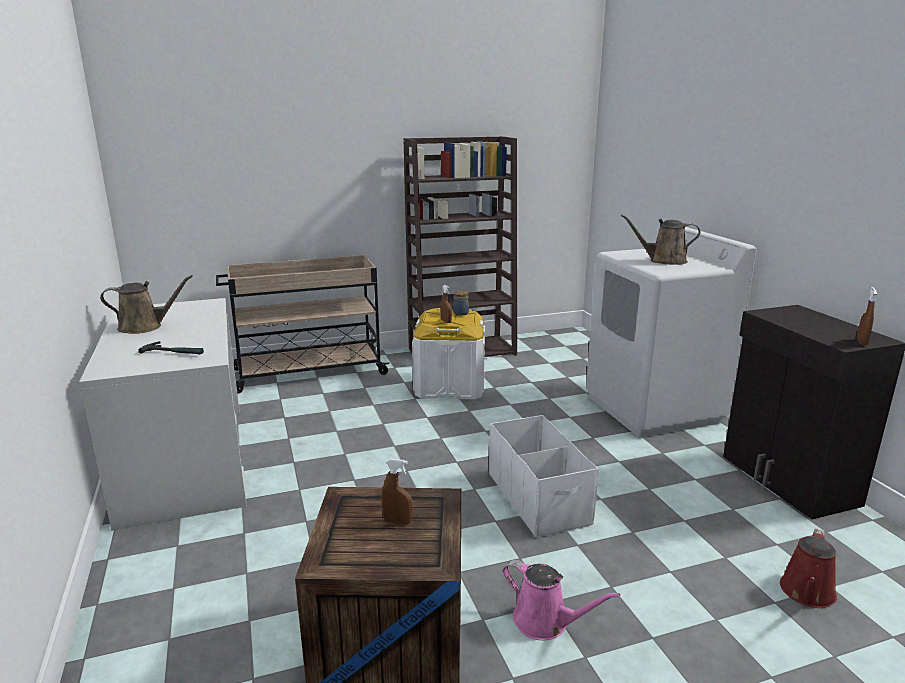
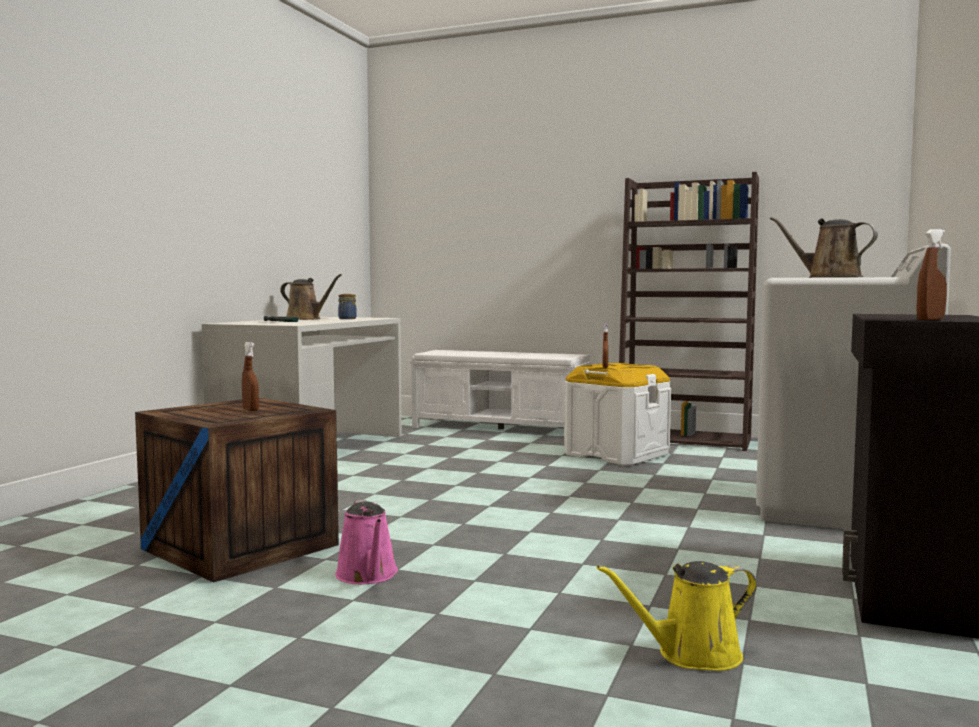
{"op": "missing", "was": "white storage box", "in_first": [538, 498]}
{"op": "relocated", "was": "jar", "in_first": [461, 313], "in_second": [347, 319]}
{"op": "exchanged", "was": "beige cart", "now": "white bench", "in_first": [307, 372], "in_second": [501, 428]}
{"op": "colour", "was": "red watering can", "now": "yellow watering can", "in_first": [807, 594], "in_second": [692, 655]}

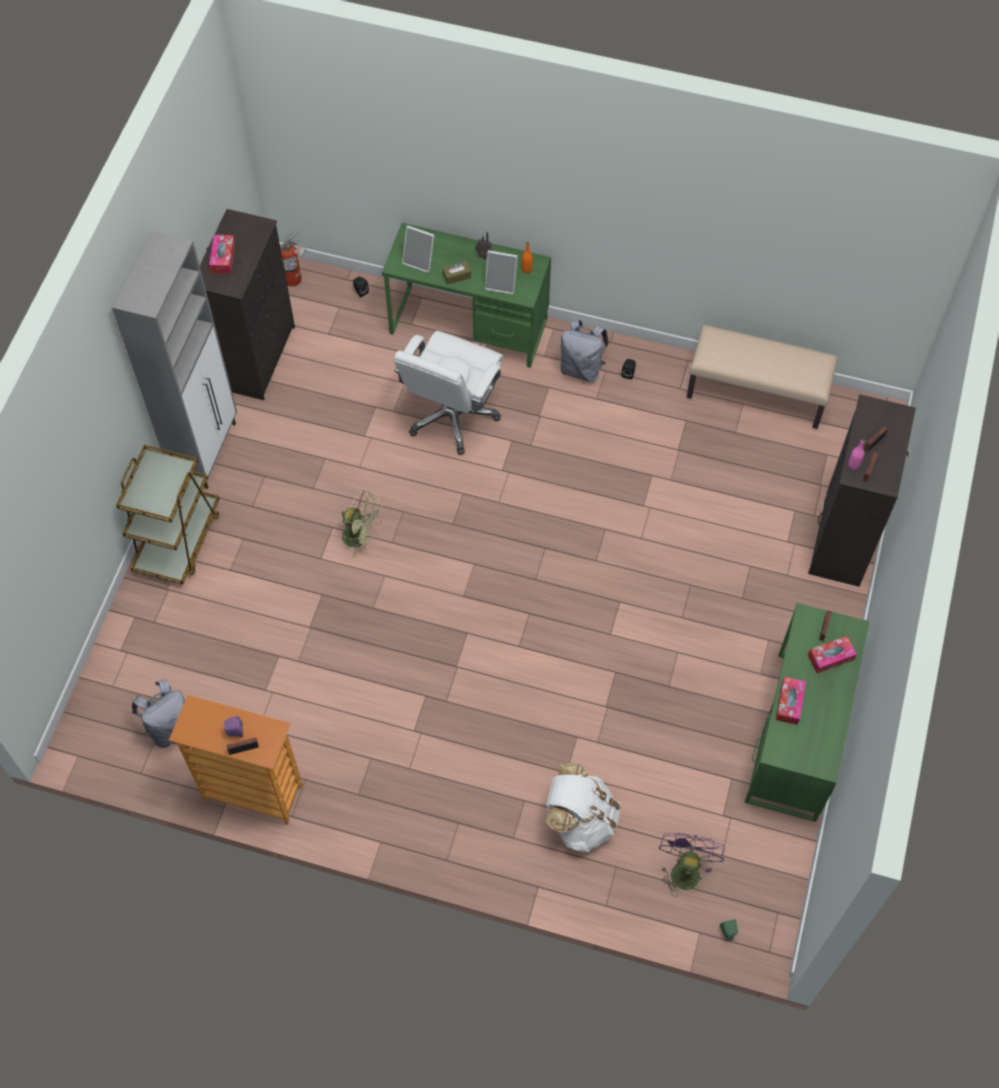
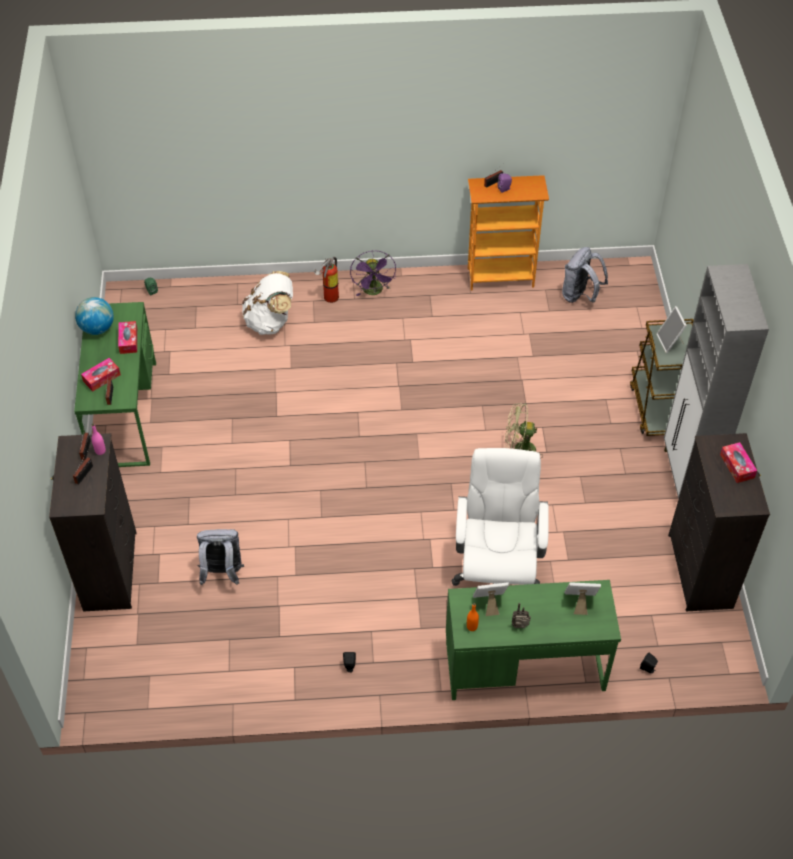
{"op": "missing", "was": "brown tissue box", "in_first": [457, 276]}
{"op": "missing", "was": "beige bench", "in_first": [757, 393]}
{"op": "appeared", "now": "globe", "in_second": [97, 328]}
{"op": "appeared", "now": "picture frame", "in_second": [670, 342]}
{"op": "relocated", "was": "fire extinguisher", "in_first": [295, 279], "in_second": [329, 298]}
{"op": "relocated", "was": "grey backpack", "in_first": [582, 368], "in_second": [222, 573]}
{"op": "relocated", "was": "purple fan", "in_first": [684, 868], "in_second": [374, 291]}

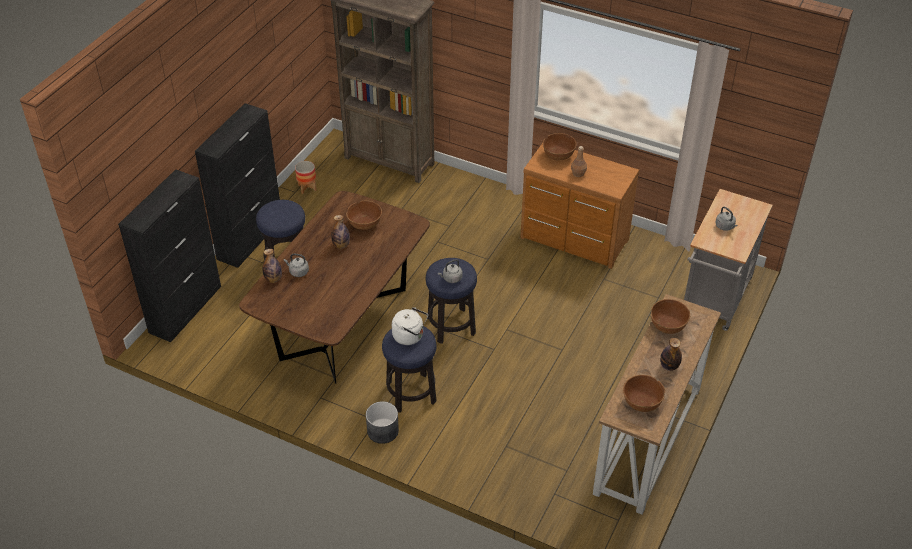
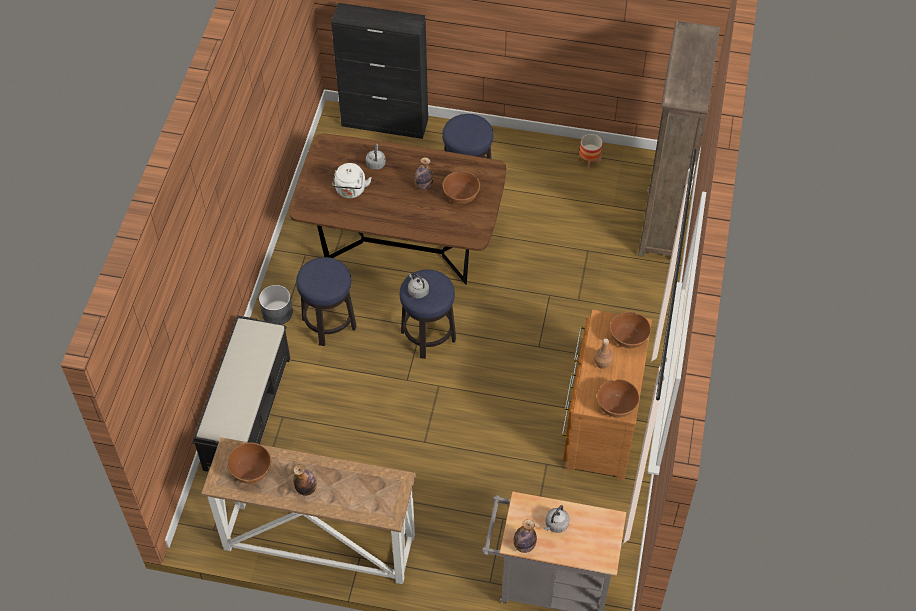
{"op": "missing", "was": "black cabinet", "in_first": [250, 238]}
{"op": "appeared", "now": "black bench", "in_second": [248, 412]}
{"op": "relocated", "was": "bottle", "in_first": [273, 279], "in_second": [524, 546]}
{"op": "relocated", "was": "white kettle", "in_first": [410, 336], "in_second": [350, 191]}
{"op": "relocated", "was": "brown bowl", "in_first": [668, 325], "in_second": [616, 406]}

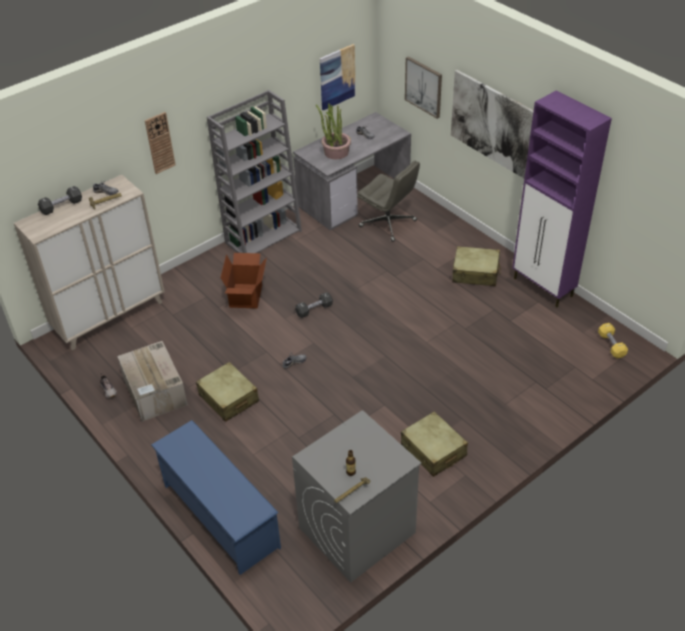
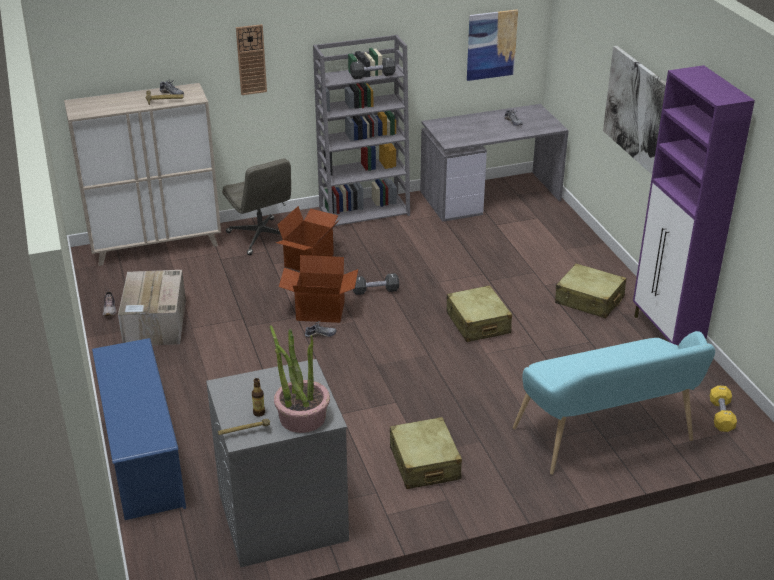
{"op": "missing", "was": "picture", "in_first": [424, 87]}
{"op": "appeared", "now": "cardboard box", "in_second": [320, 311]}
{"op": "appeared", "now": "turquoise bench", "in_second": [608, 439]}
{"op": "relocated", "was": "black dumbbell", "in_first": [61, 206], "in_second": [372, 76]}
{"op": "relocated", "was": "beige suitcase", "in_first": [228, 398], "in_second": [478, 323]}
{"op": "relocated", "was": "potted plant", "in_first": [336, 152], "in_second": [302, 417]}
{"op": "relocated", "was": "grey office chair", "in_first": [388, 224], "in_second": [261, 237]}

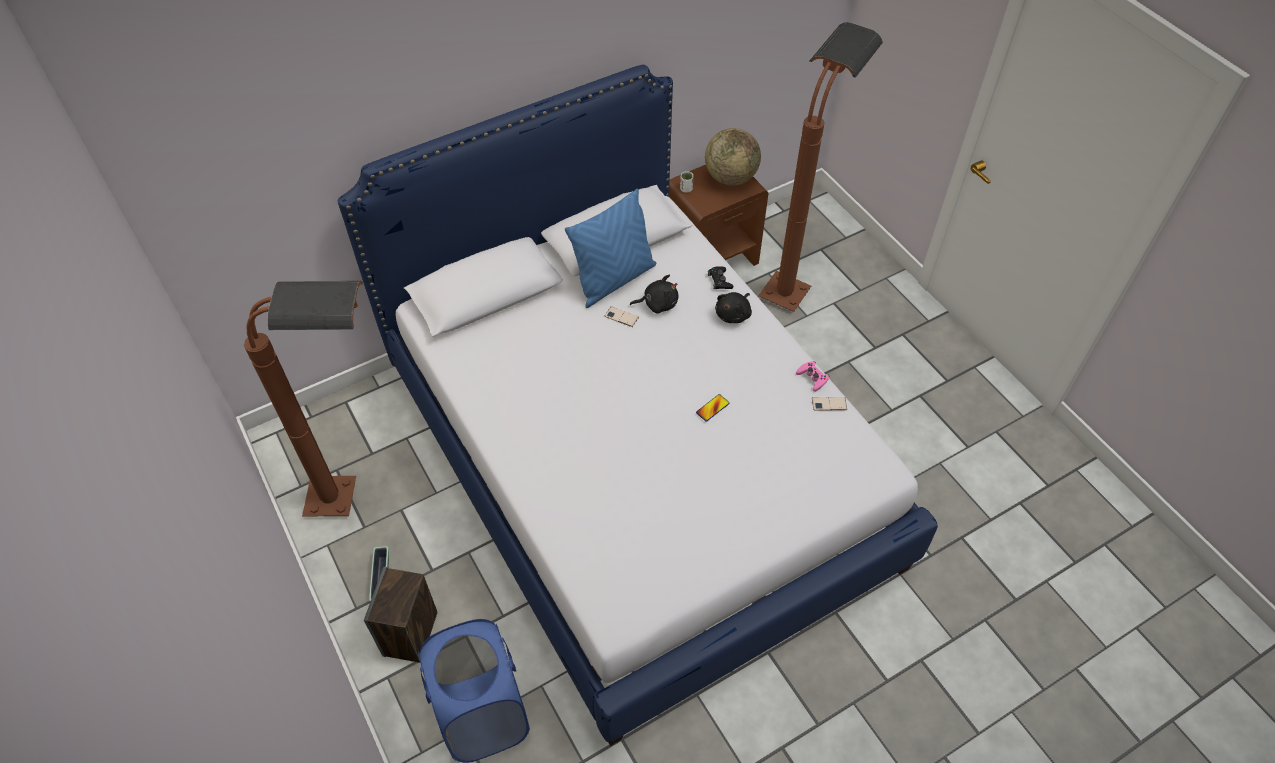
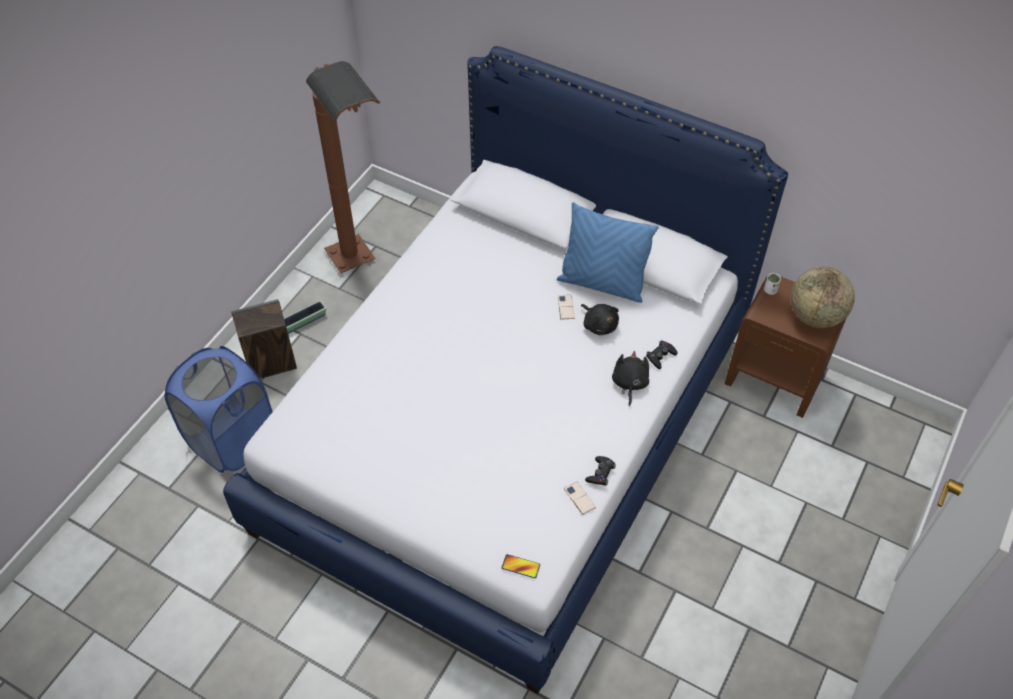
{"op": "missing", "was": "brown floor lamp", "in_first": [796, 275]}
{"op": "relocated", "was": "phone", "in_first": [712, 408], "in_second": [520, 566]}
{"op": "colour", "was": "pink game controller", "now": "black game controller", "in_first": [812, 378], "in_second": [600, 473]}
{"op": "spun", "was": "black plush toy", "in_first": [734, 314], "in_second": [629, 383], "clockwise": 90}

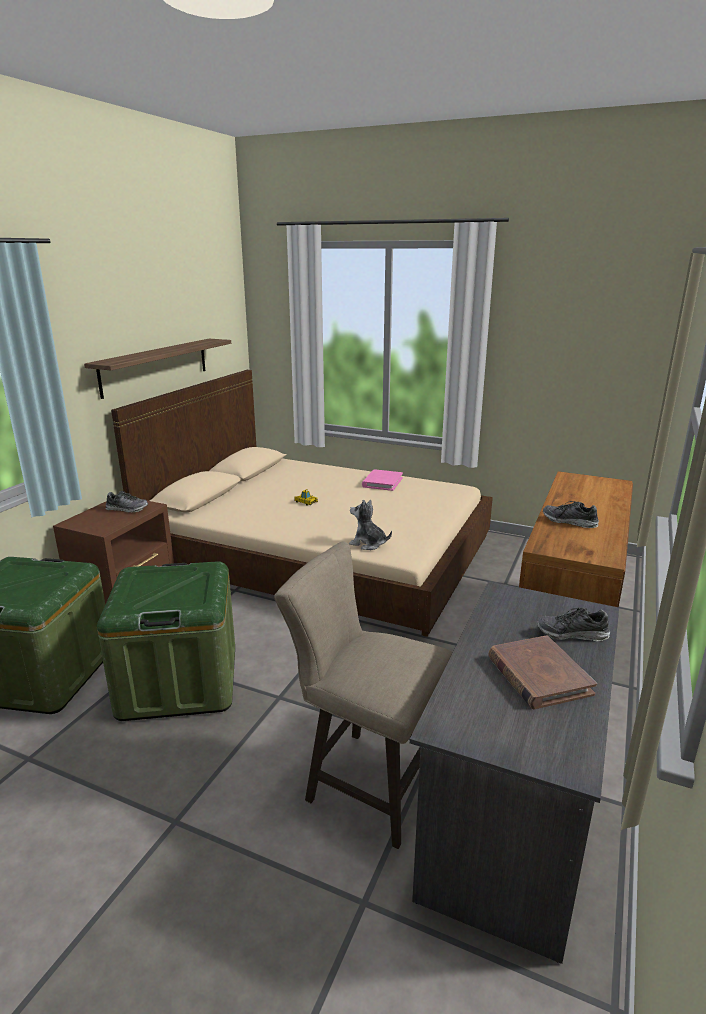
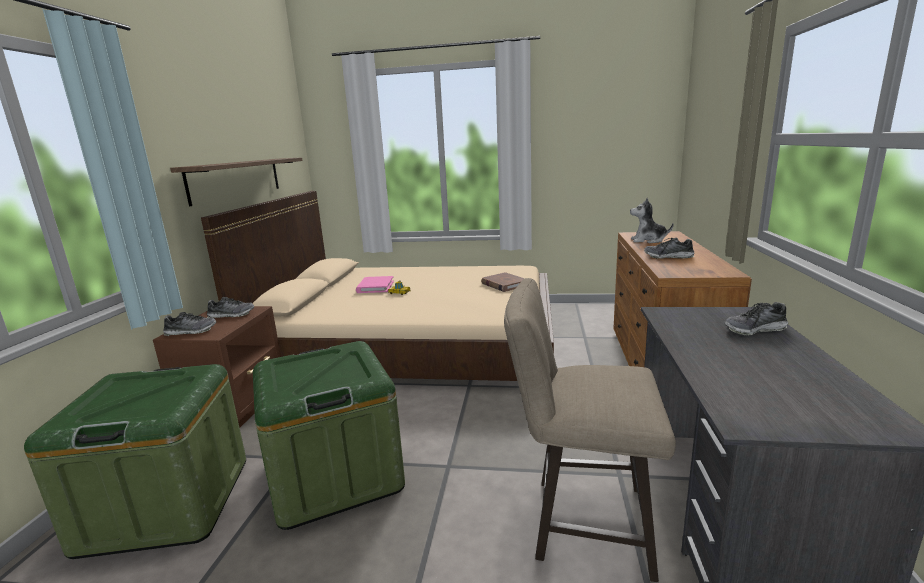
{"op": "appeared", "now": "shoe", "in_second": [191, 331]}
{"op": "relocated", "was": "plush toy", "in_first": [368, 544], "in_second": [648, 240]}
{"op": "relocated", "was": "pink book", "in_first": [382, 482], "in_second": [375, 287]}
{"op": "relocated", "was": "brown book", "in_first": [538, 675], "in_second": [504, 284]}

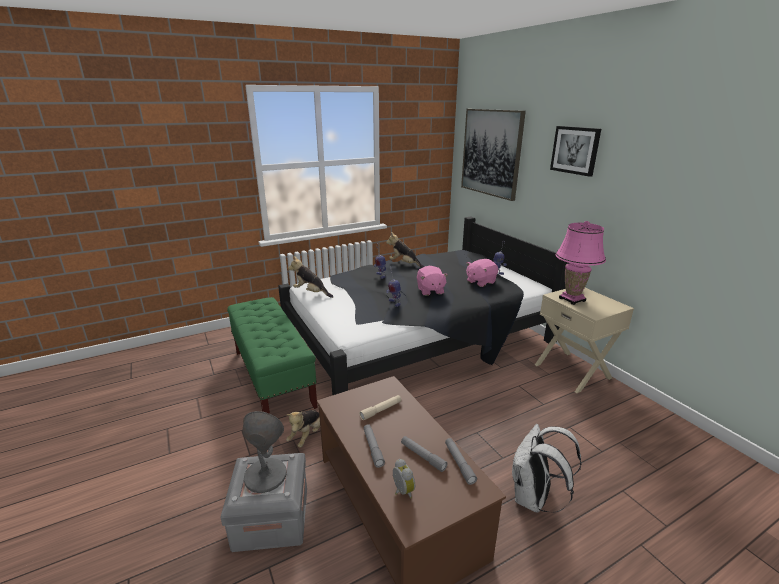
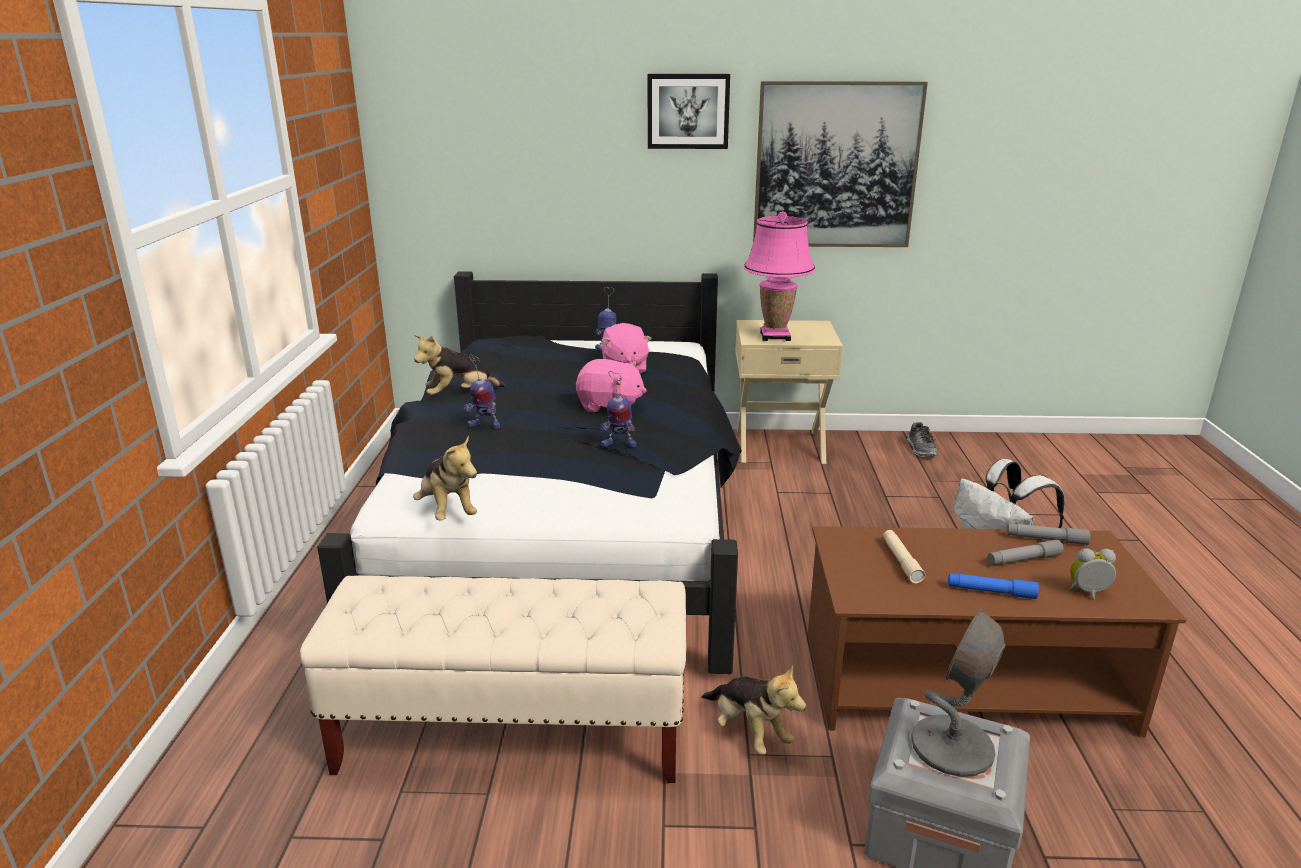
{"op": "appeared", "now": "shoe", "in_second": [921, 449]}
{"op": "relocated", "was": "picture", "in_first": [491, 153], "in_second": [835, 166]}
{"op": "colour", "was": "green bench", "now": "beige bench", "in_first": [273, 378], "in_second": [513, 734]}
{"op": "colour", "was": "grey flashlight", "now": "blue flashlight", "in_first": [373, 448], "in_second": [991, 592]}
{"op": "spun", "was": "plush toy", "in_first": [311, 293], "in_second": [447, 511], "clockwise": -90}

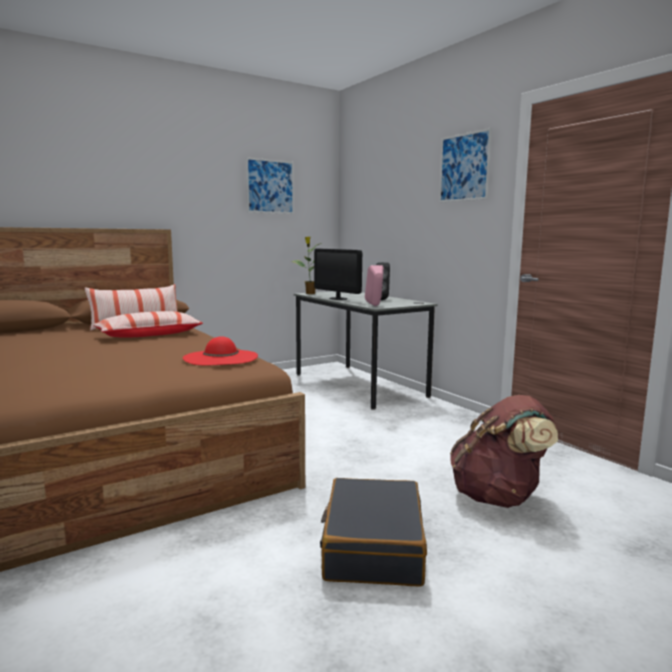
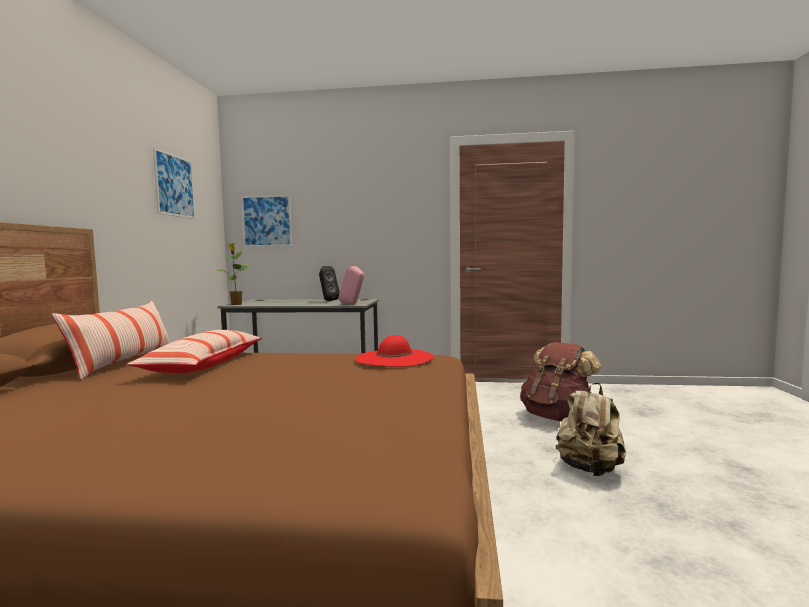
{"op": "missing", "was": "monitor", "in_first": [338, 298]}
{"op": "relocated", "was": "picture", "in_first": [464, 167], "in_second": [267, 221]}
{"op": "exchanged", "was": "black suitcase", "now": "beige backpack", "in_first": [372, 546], "in_second": [589, 469]}

